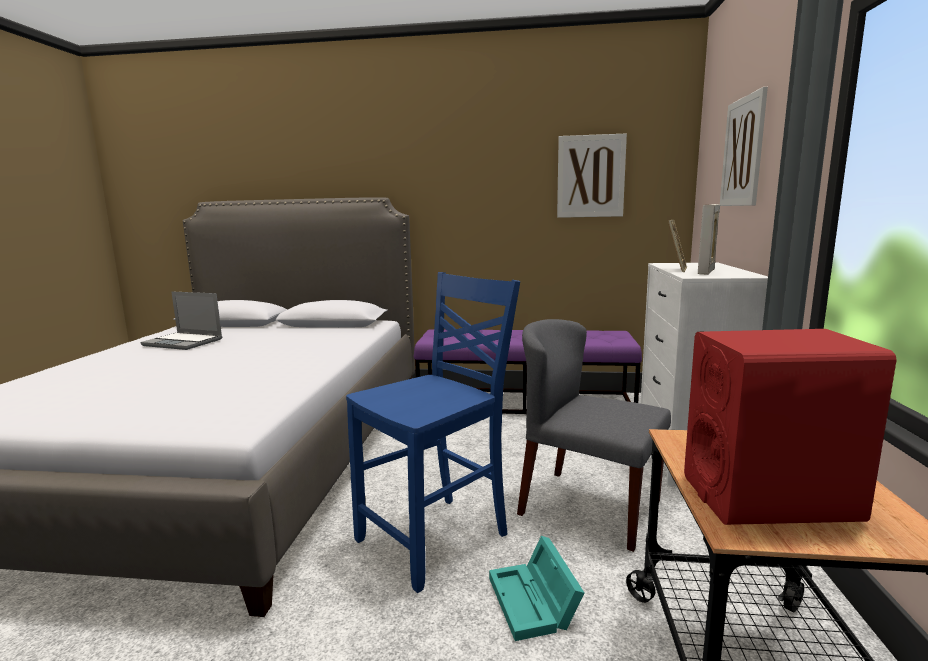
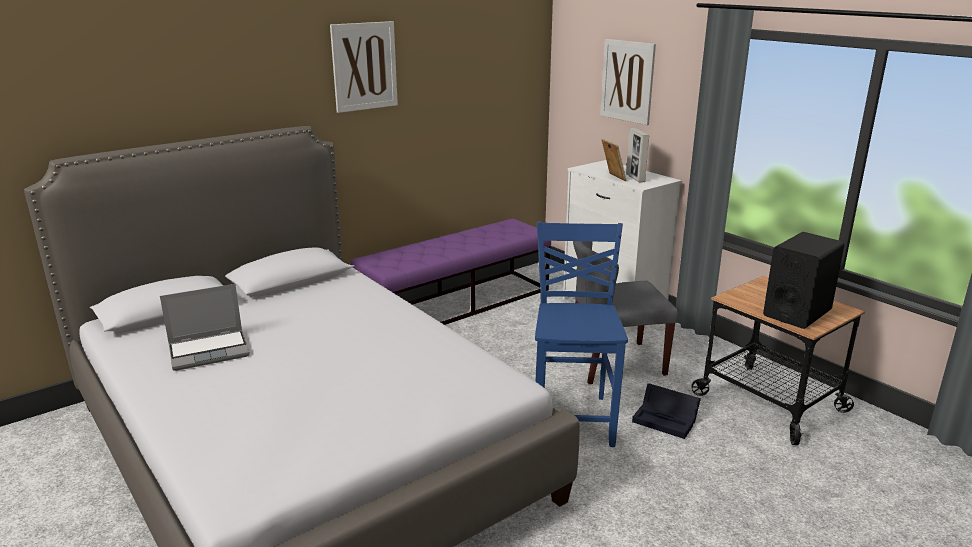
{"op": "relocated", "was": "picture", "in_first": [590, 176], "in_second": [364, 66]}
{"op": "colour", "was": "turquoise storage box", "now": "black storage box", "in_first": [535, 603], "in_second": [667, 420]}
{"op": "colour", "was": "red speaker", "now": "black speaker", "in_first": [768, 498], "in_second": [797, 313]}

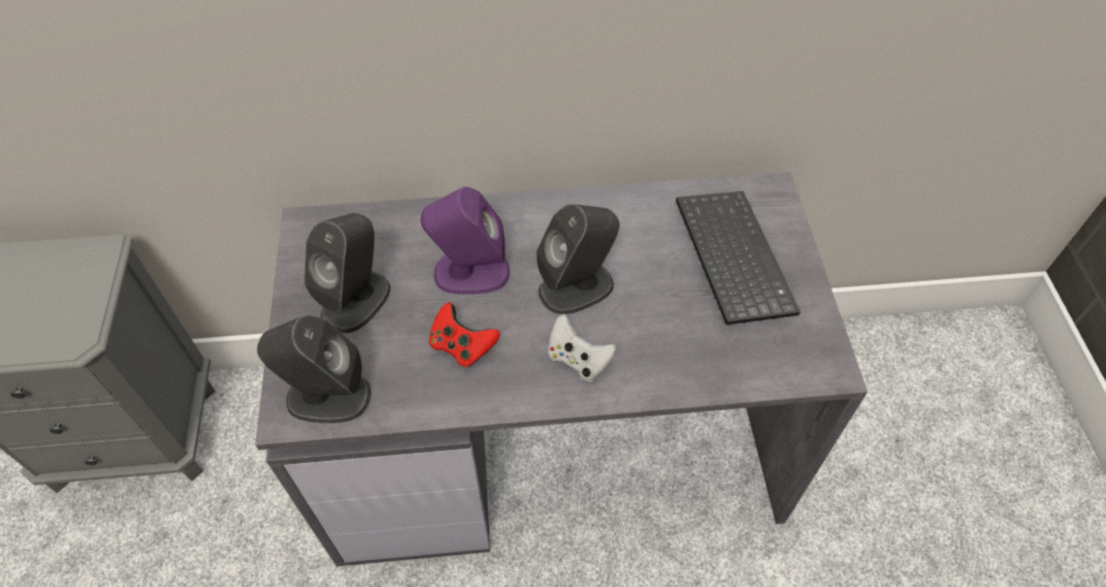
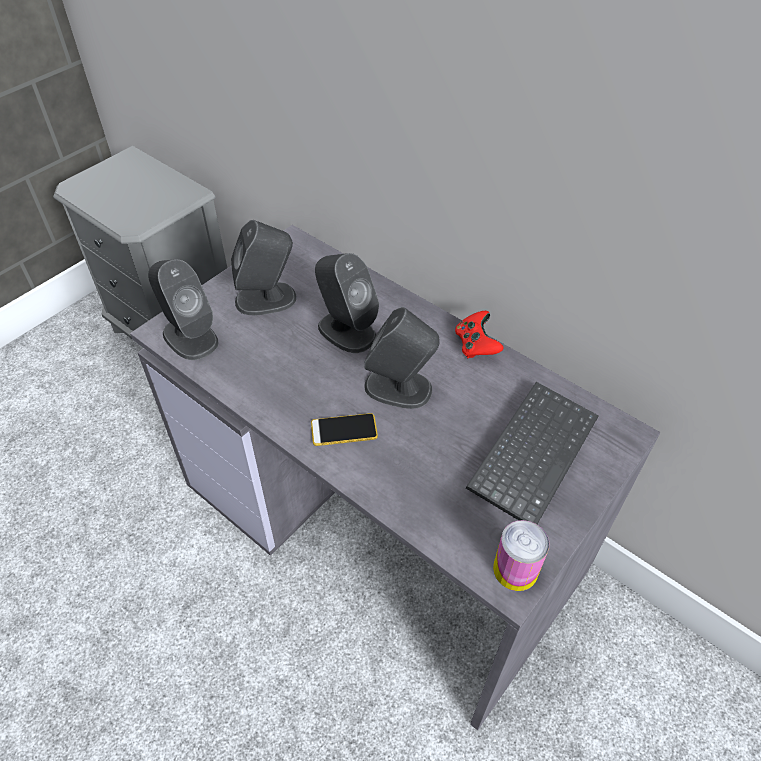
{"op": "appeared", "now": "can", "in_second": [515, 569]}
{"op": "relocated", "was": "red game controller", "in_first": [462, 345], "in_second": [476, 345]}
{"op": "exchanged", "was": "white game controller", "now": "phone", "in_first": [578, 360], "in_second": [344, 430]}
{"op": "colour", "was": "purple speaker", "now": "grey speaker", "in_first": [470, 272], "in_second": [346, 331]}

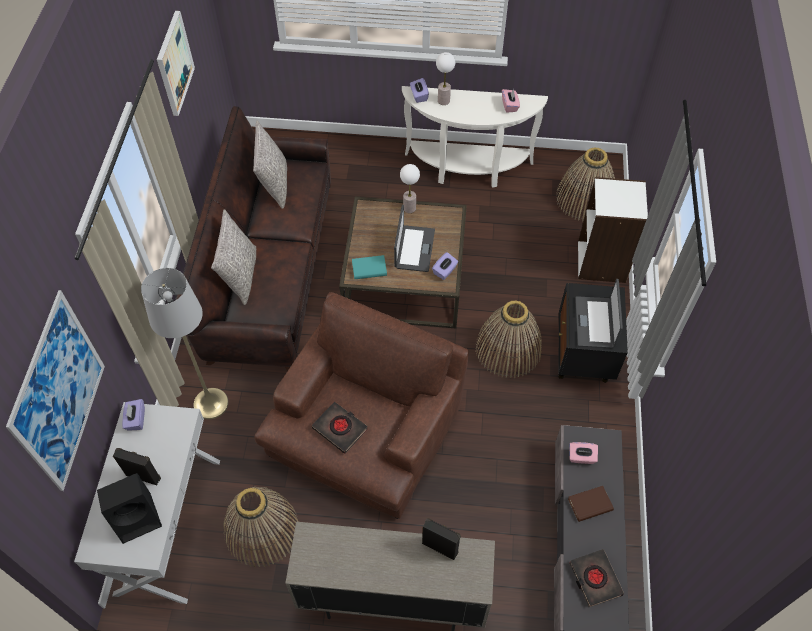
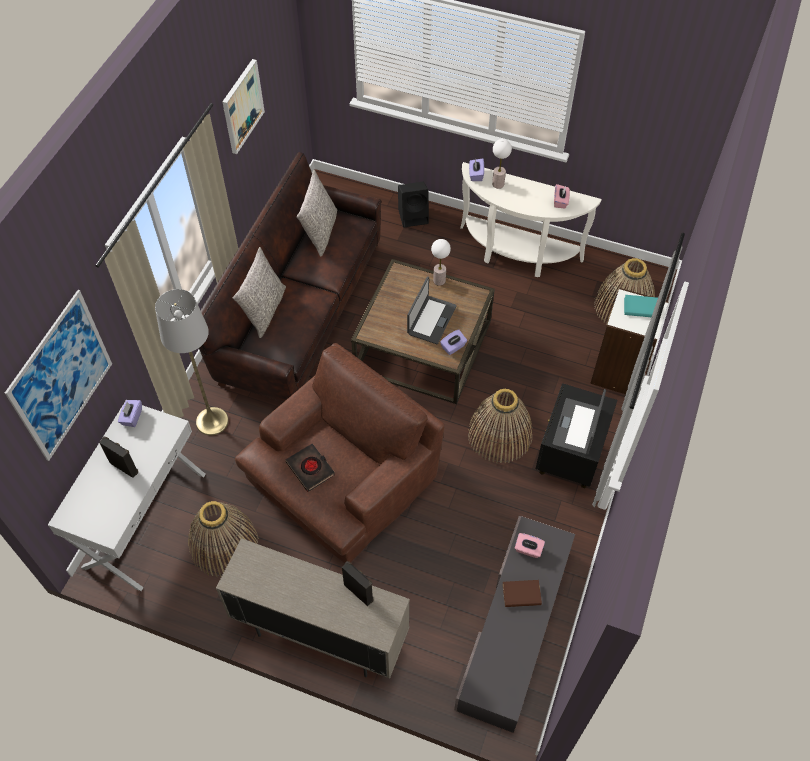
{"op": "missing", "was": "black book", "in_first": [595, 579]}
{"op": "relocated", "was": "black speaker", "in_first": [138, 517], "in_second": [414, 216]}
{"op": "relocated", "was": "turquoise book", "in_first": [369, 269], "in_second": [640, 308]}

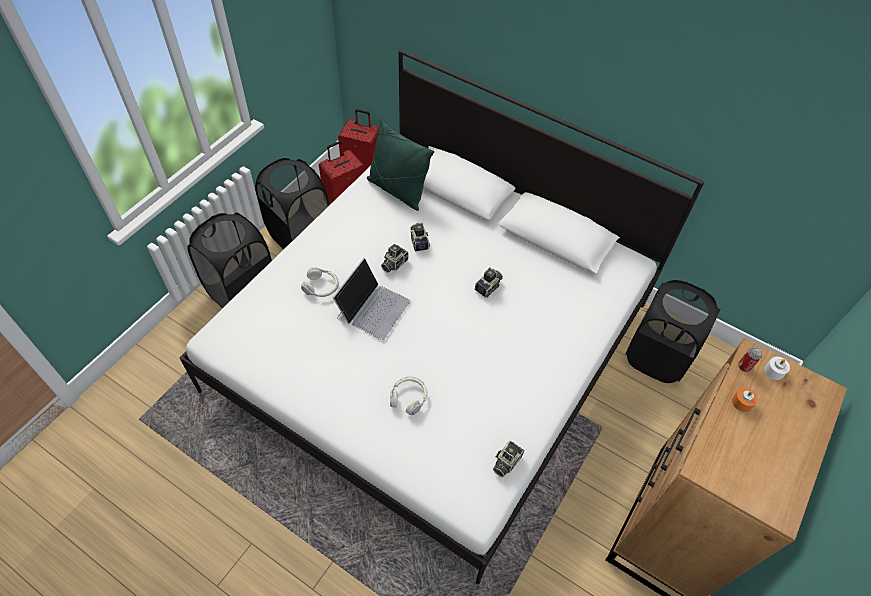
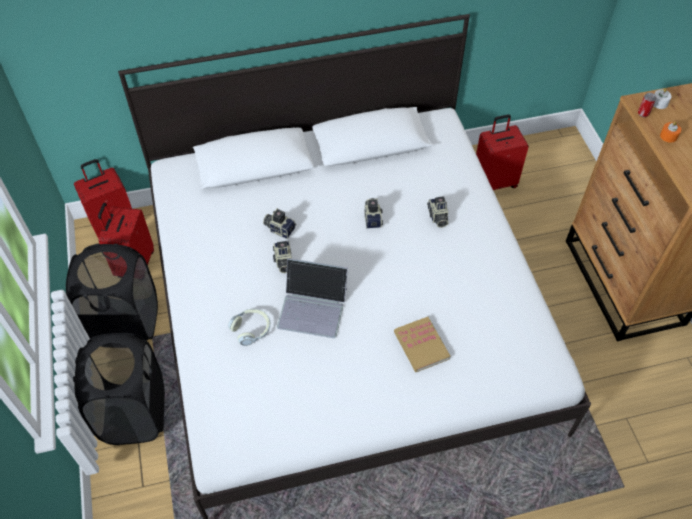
{"op": "missing", "was": "green pillow", "in_first": [397, 190]}
{"op": "relocated", "was": "photo camera", "in_first": [506, 462], "in_second": [437, 217]}
{"op": "exchanged", "was": "headphones", "now": "book", "in_first": [408, 398], "in_second": [421, 345]}
{"op": "exchanged", "was": "black laundry basket", "now": "red suitcase", "in_first": [657, 356], "in_second": [494, 182]}
{"op": "spun", "was": "laptop", "in_first": [373, 308], "in_second": [313, 307], "clockwise": 120}

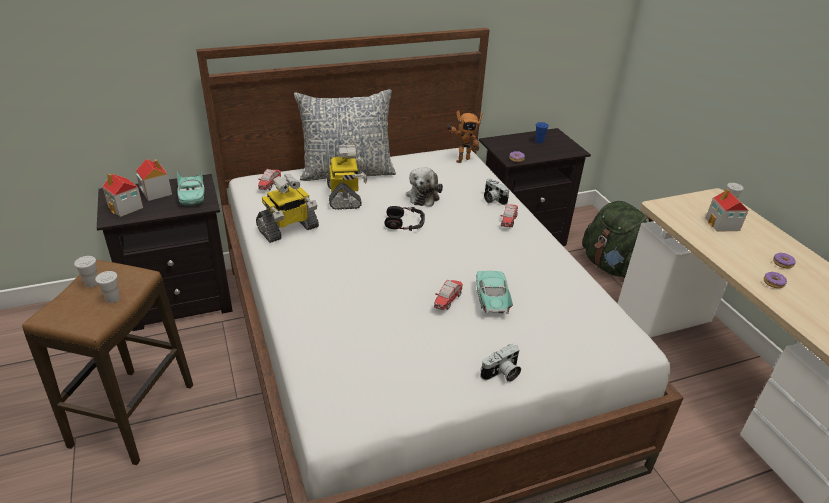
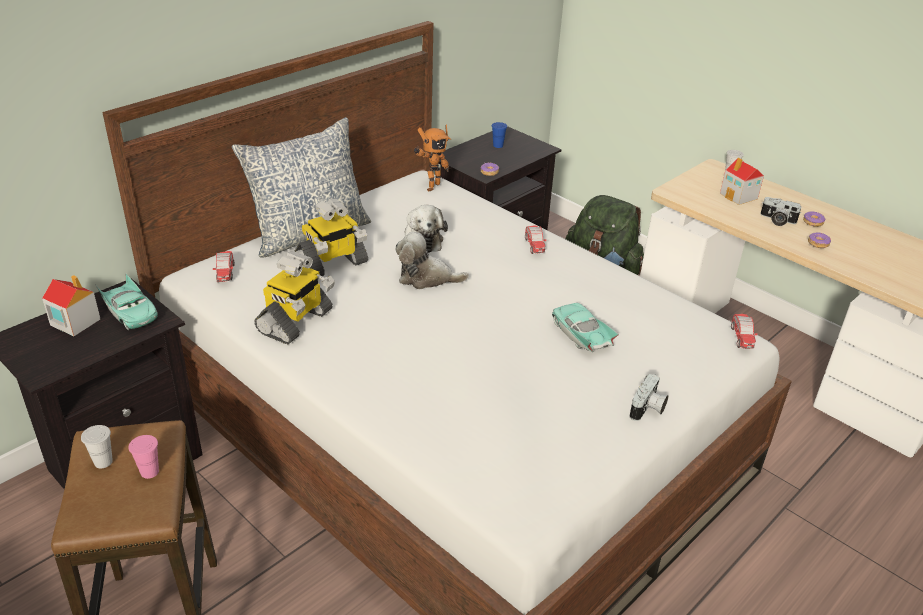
{"op": "missing", "was": "toy house", "in_first": [126, 207]}
{"op": "relocated", "was": "toy car", "in_first": [448, 301], "in_second": [742, 338]}
{"op": "relocated", "was": "photo camera", "in_first": [492, 199], "in_second": [777, 220]}
{"op": "exchanged", "was": "headphones", "now": "plush toy", "in_first": [404, 223], "in_second": [426, 278]}
{"op": "colour", "was": "white cup", "now": "pink cup", "in_first": [113, 299], "in_second": [149, 472]}
{"op": "spun", "was": "toy robot", "in_first": [345, 196], "in_second": [332, 264], "clockwise": 90}

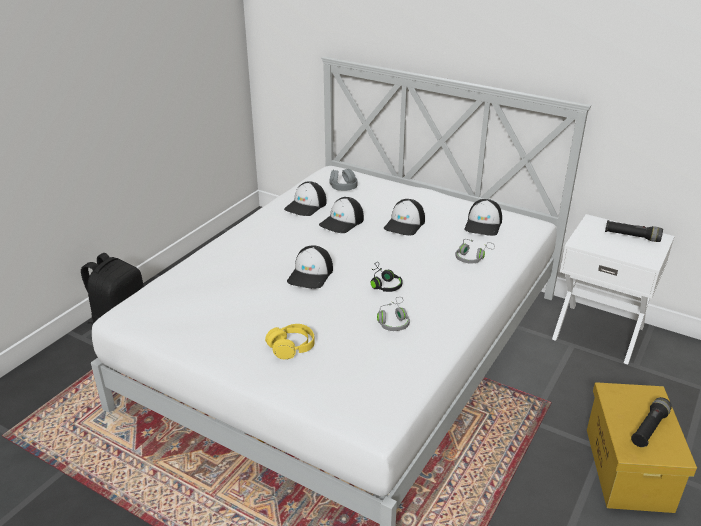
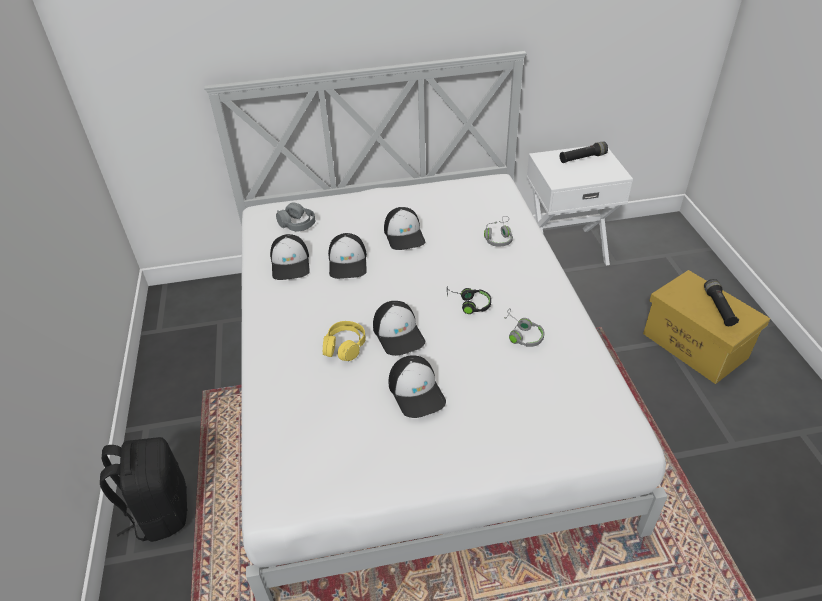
{"op": "relocated", "was": "yellow headphones", "in_first": [291, 347], "in_second": [344, 346]}
{"op": "relocated", "was": "cap", "in_first": [483, 224], "in_second": [417, 391]}

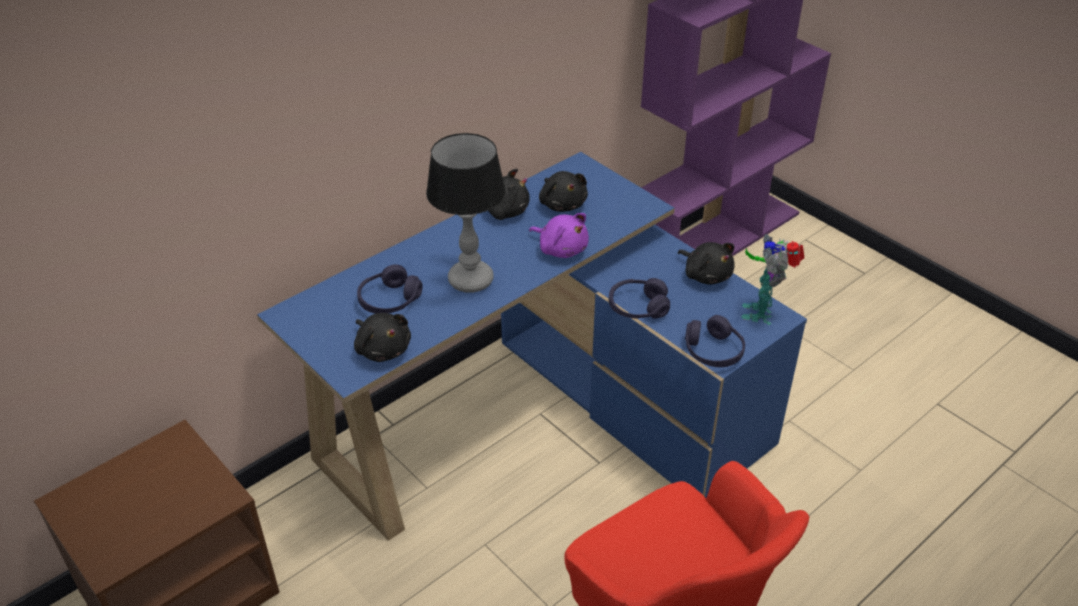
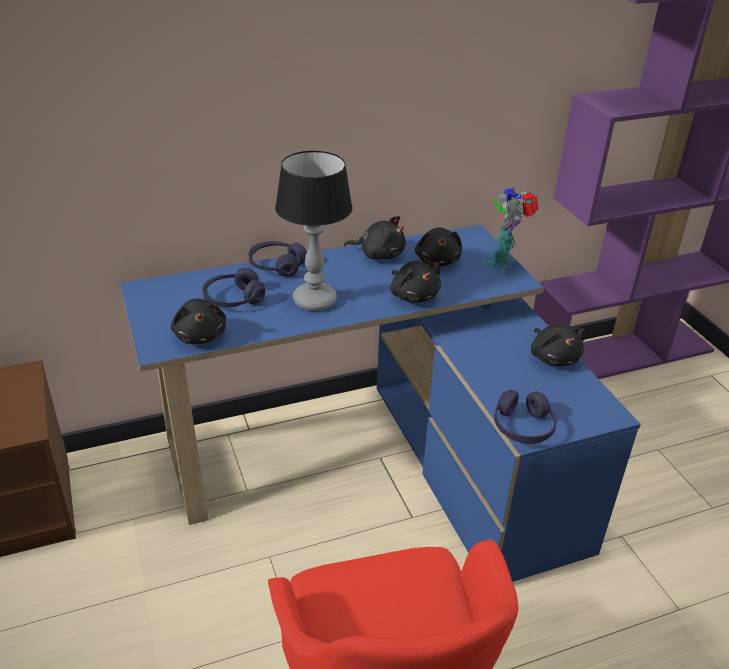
{"op": "relocated", "was": "purple headphones", "in_first": [638, 307], "in_second": [276, 266]}
{"op": "relocated", "was": "toy robot", "in_first": [762, 312], "in_second": [503, 263]}
{"op": "colour", "was": "purple plush toy", "now": "black plush toy", "in_first": [561, 249], "in_second": [413, 295]}

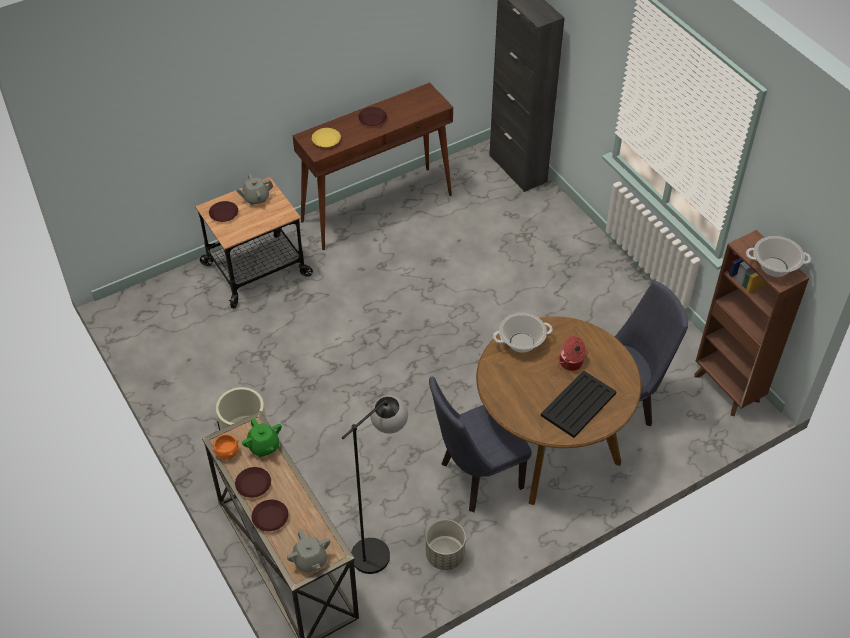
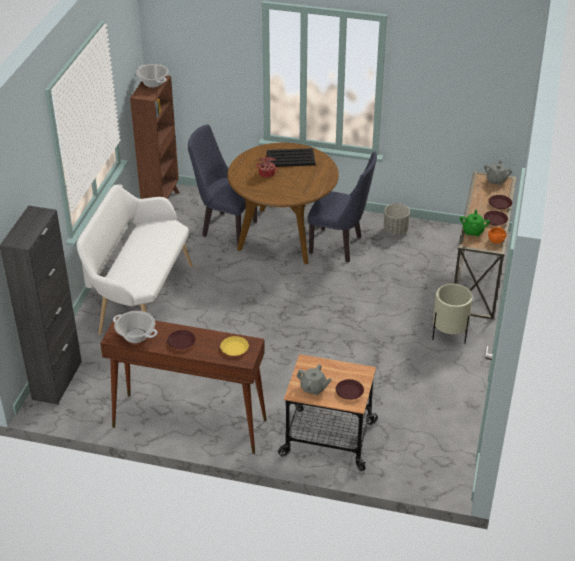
{"op": "missing", "was": "black floor lamp", "in_first": [380, 547]}
{"op": "appeared", "now": "white bench", "in_second": [140, 299]}
{"op": "relocated", "was": "cooking pot", "in_first": [521, 342], "in_second": [136, 335]}

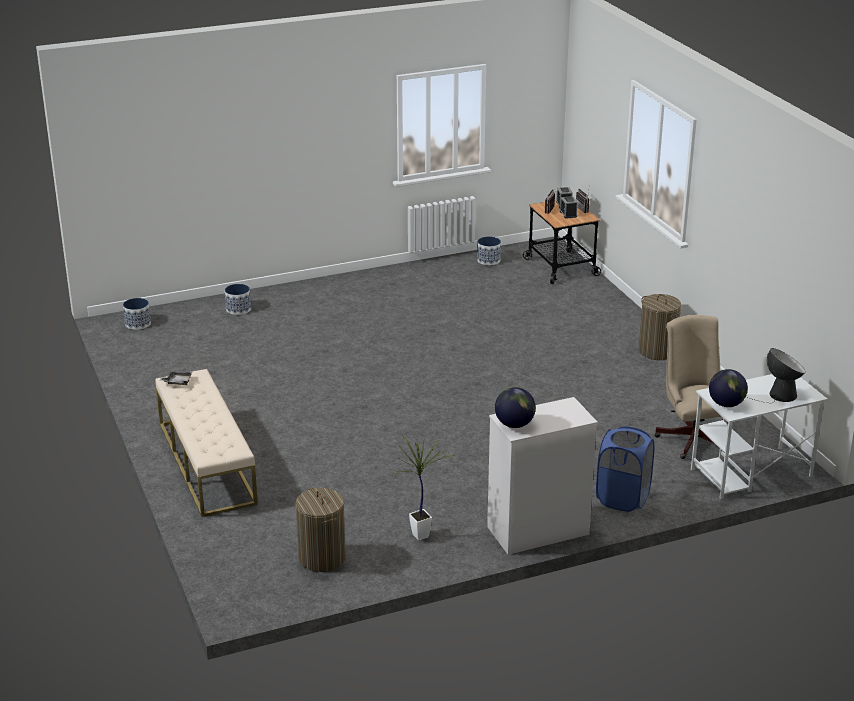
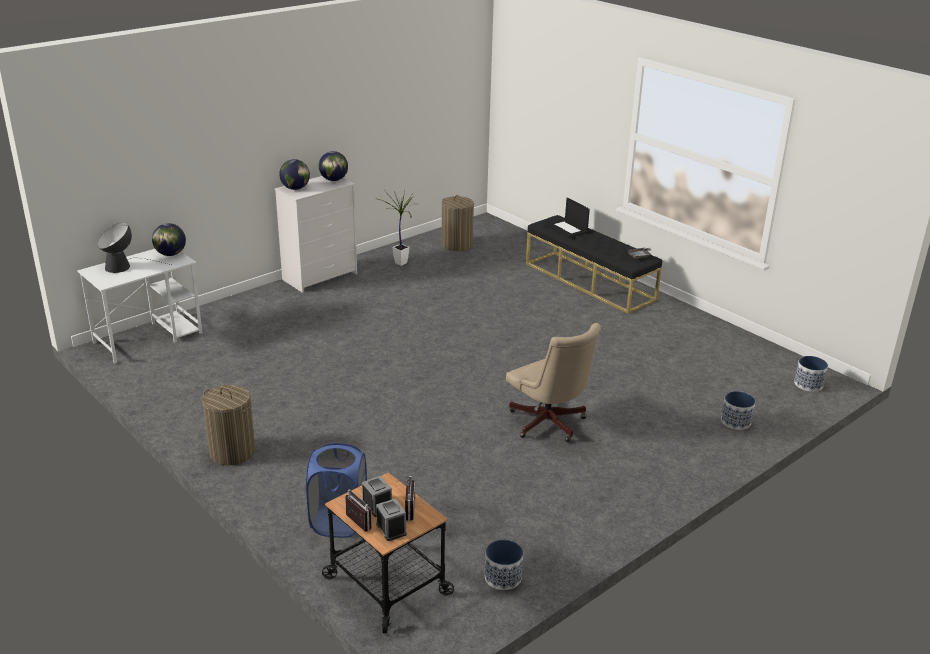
{"op": "appeared", "now": "globe", "in_second": [295, 188]}
{"op": "appeared", "now": "laptop", "in_second": [567, 229]}
{"op": "relocated", "was": "blue laundry basket", "in_first": [623, 498], "in_second": [339, 522]}
{"op": "relocated", "was": "beige office chair", "in_first": [693, 437], "in_second": [549, 425]}
{"op": "colour", "was": "beige bench", "now": "black bench", "in_first": [206, 462], "in_second": [589, 281]}

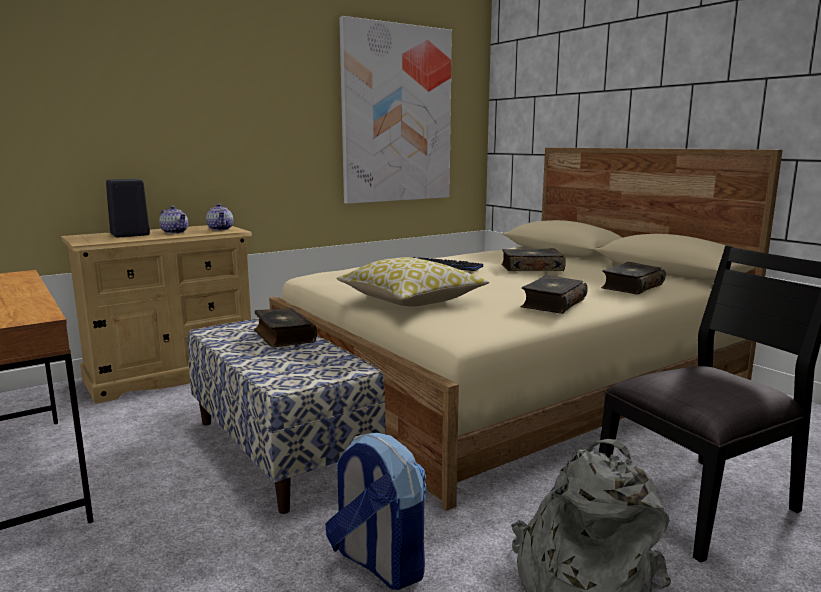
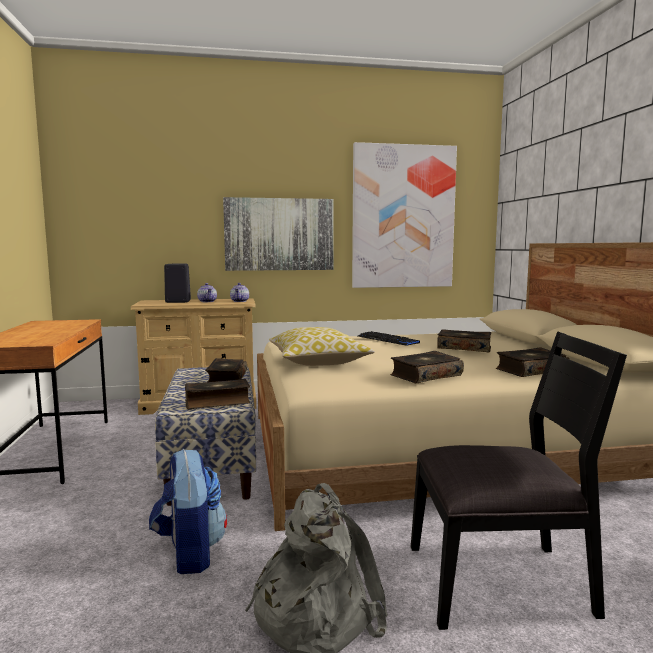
{"op": "appeared", "now": "book", "in_second": [217, 402]}
{"op": "appeared", "now": "picture", "in_second": [279, 234]}

